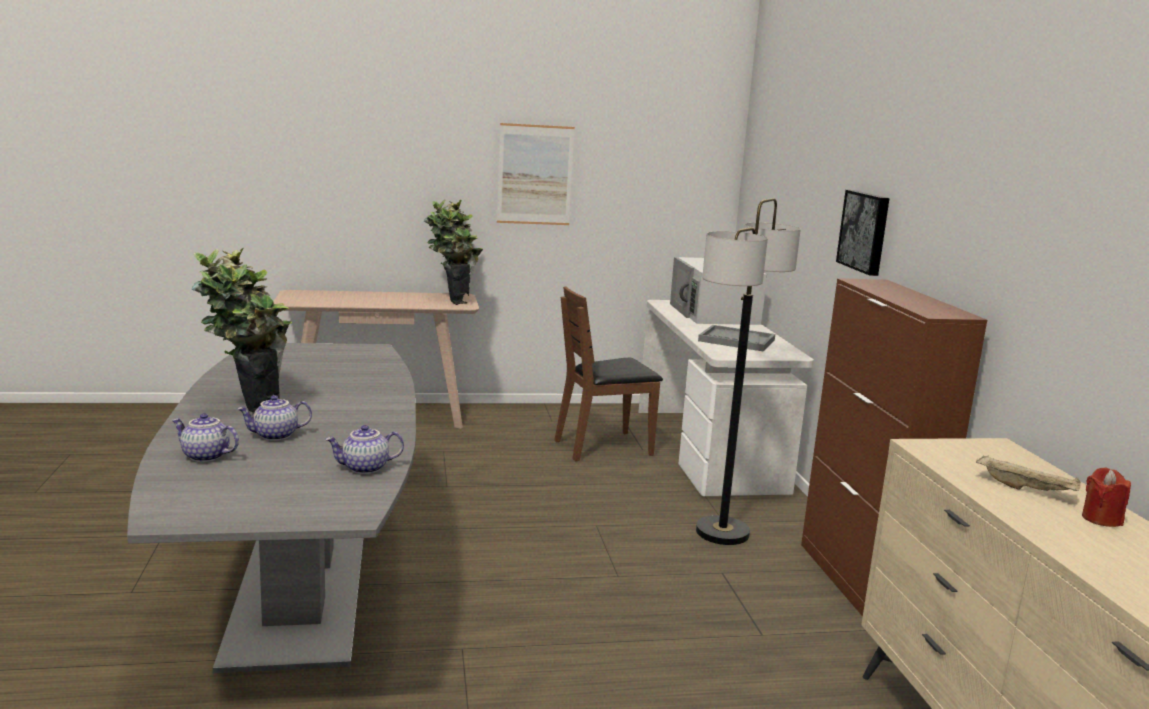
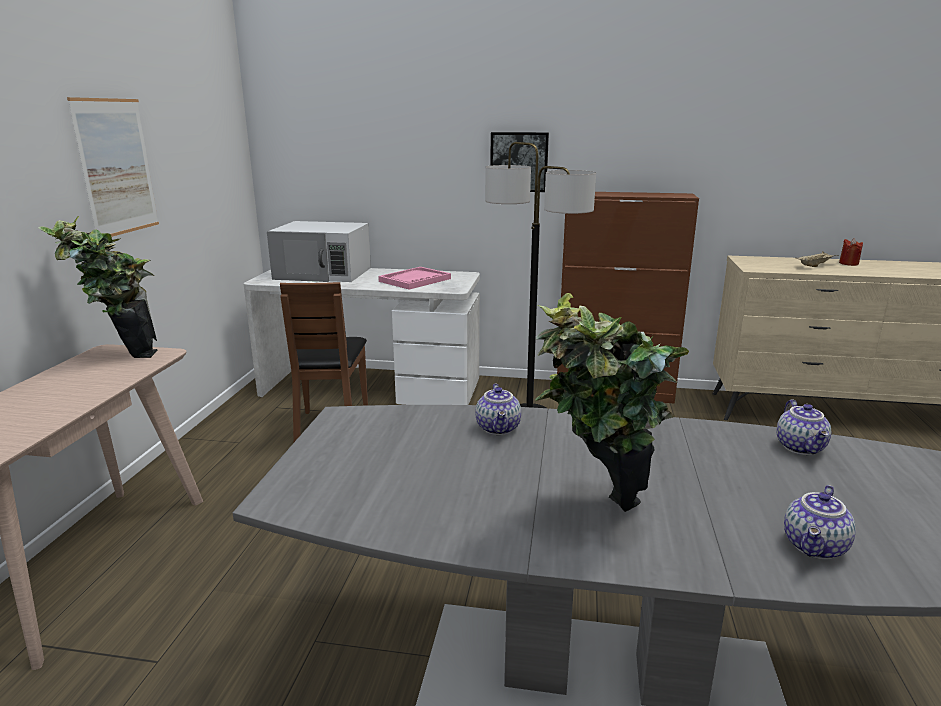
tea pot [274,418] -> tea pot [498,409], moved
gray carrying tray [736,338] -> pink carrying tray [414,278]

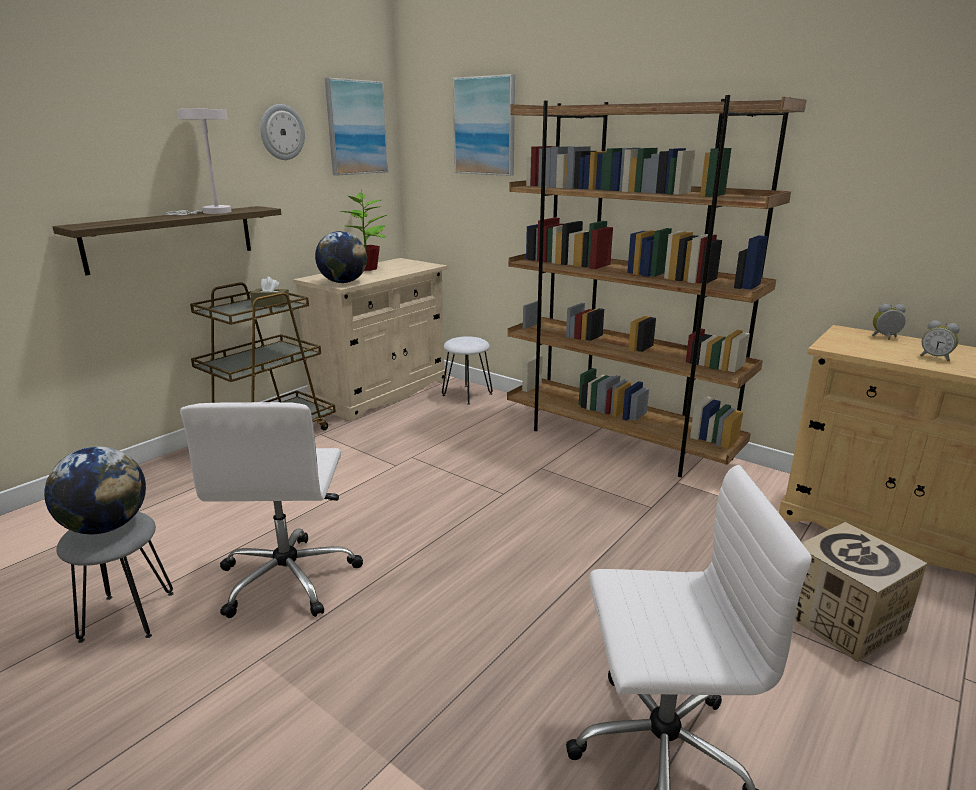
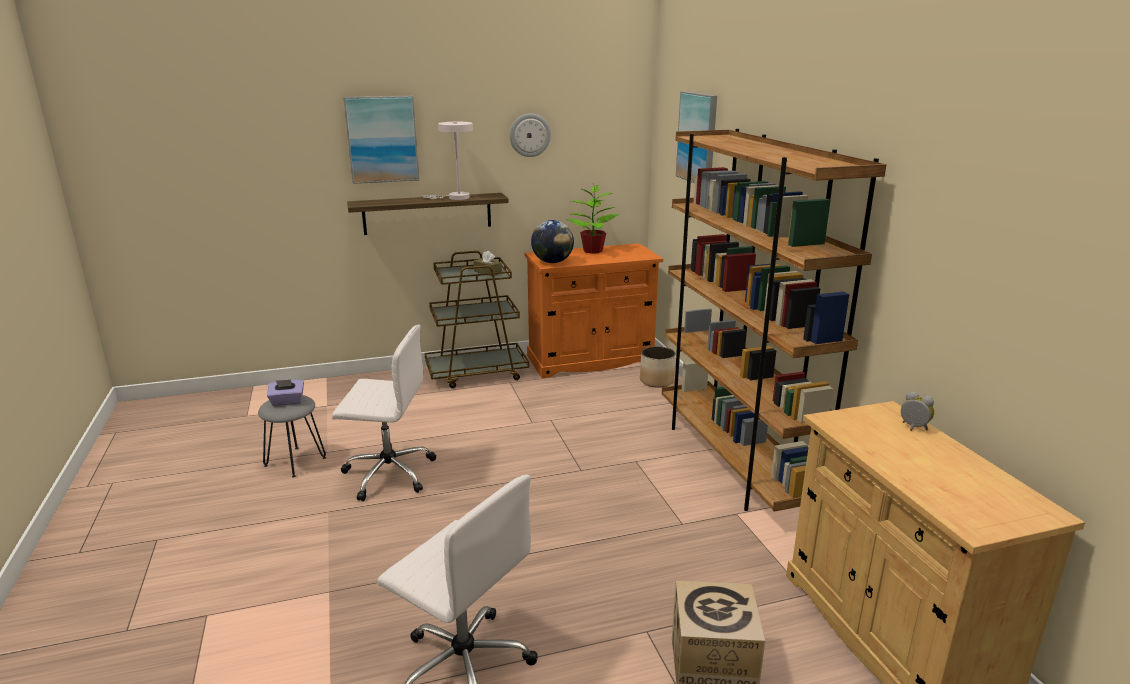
globe [95,490] -> purple-coloured box of tissues [285,392]
white-coloured desk chair [271,510] -> white-coloured desk chair [384,413], 120 degrees counterclockwise
sand-coloured cupboard [370,339] -> orangey cupboard [594,310]
wall picture [356,127] -> wall picture [381,140], moved
white-coloured sitting stool [467,370] -> planter [658,367]
table clock [940,340] -> none

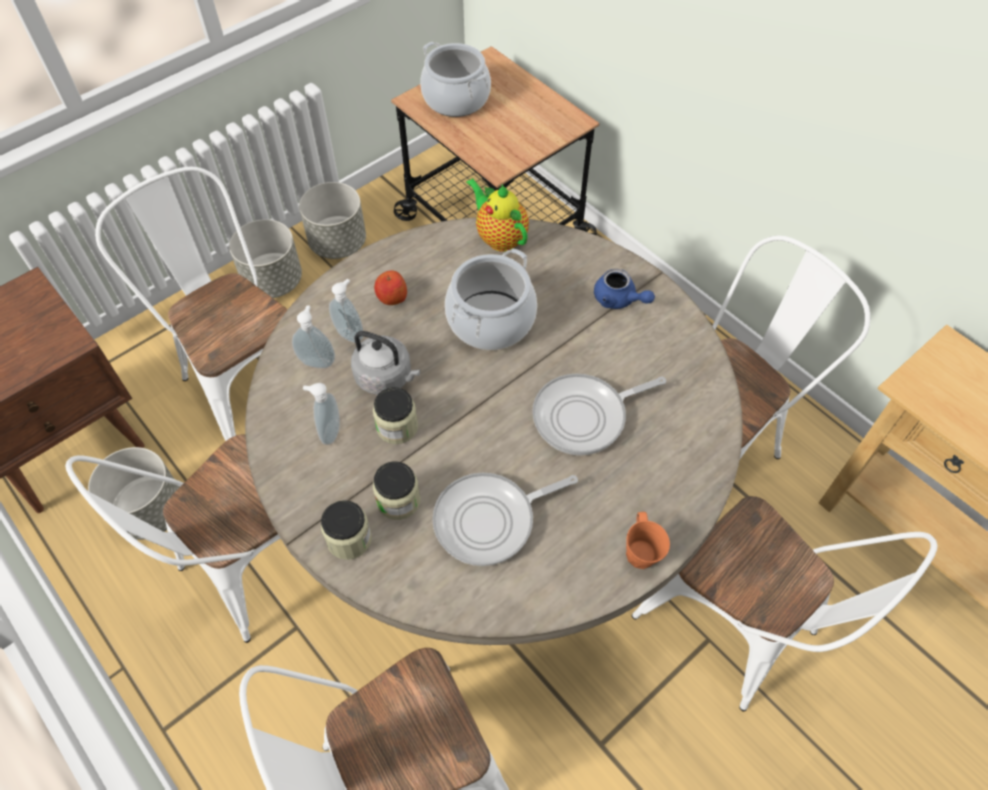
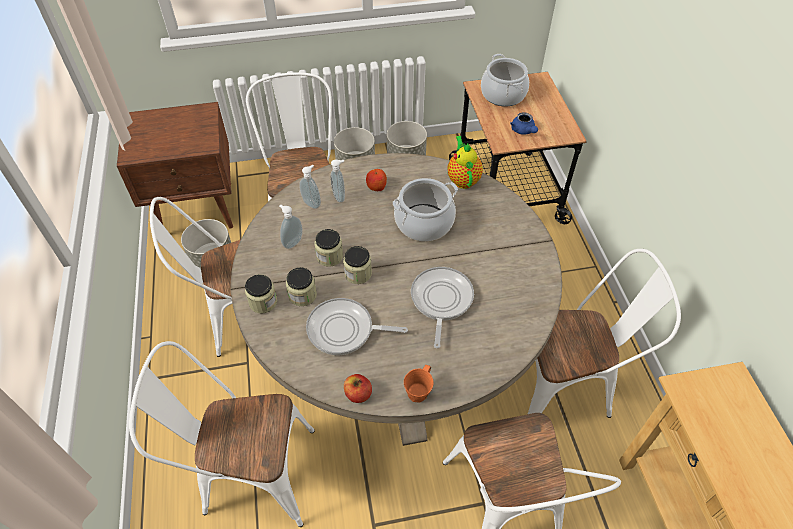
gray kettle [385,363] -> none
pan [599,414] -> pan [442,307], 90 degrees clockwise
bluish tea pot [624,288] -> bluish tea pot [524,123], moved
none -> storage jar [357,265]
none -> apple fruit [358,388]

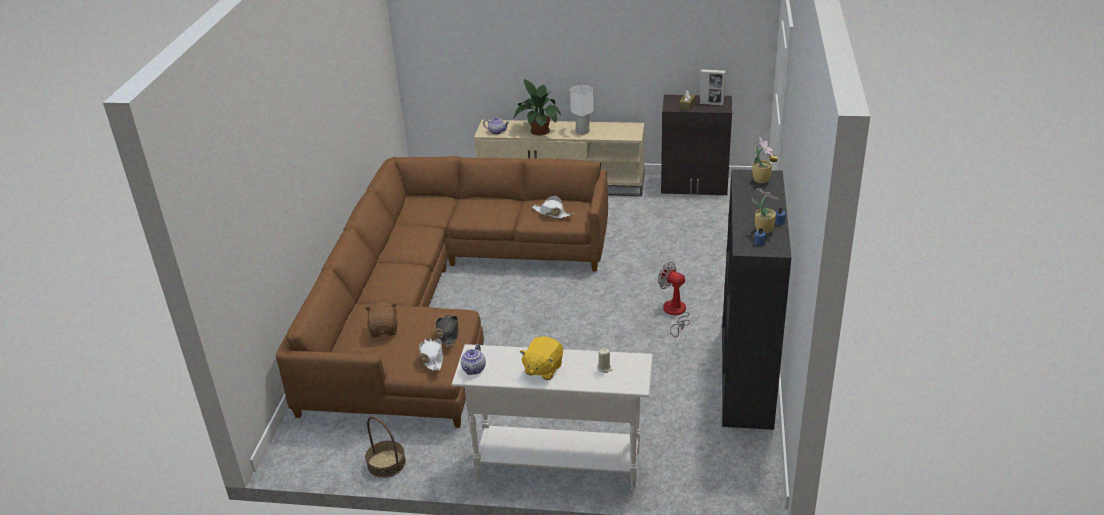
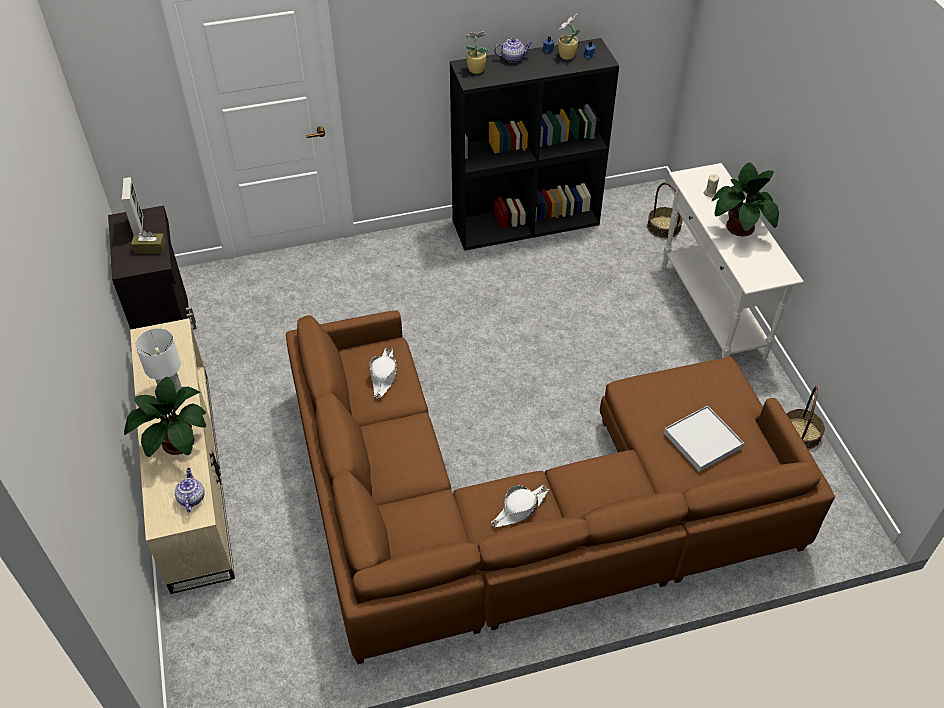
brown plush toy [381,320] -> white-coloured carrying tray [704,438]
white-coloured clothing hat [431,354] -> white-coloured clothing hat [520,506], moved
blackish clothing hat [447,331] -> none
tea pot [473,359] -> tea pot [513,50], moved
yellow-coloured plush toy [541,358] -> houseplant [745,199]
cooling fan [674,300] -> none
none -> basket [665,210]

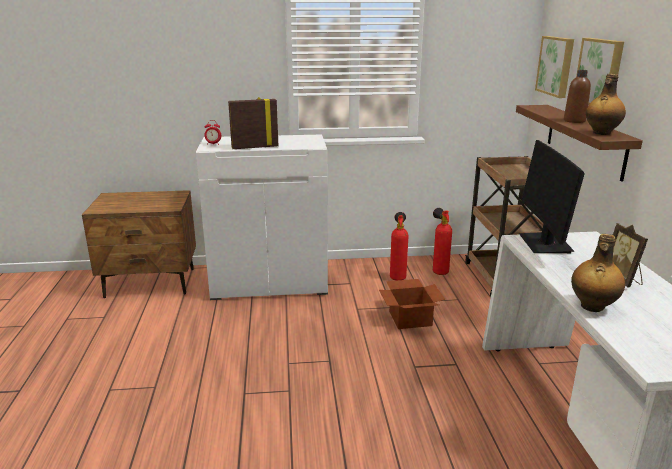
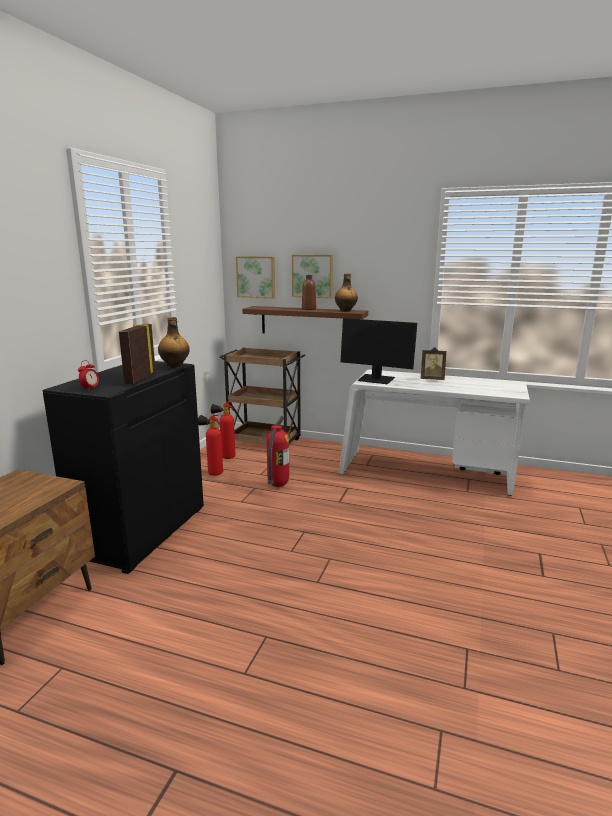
white-coloured cupboard [262,217] -> blackish cupboard [123,467]
packing box [412,304] -> fire extinguisher [277,451]
beverage bottle [598,273] -> beverage bottle [174,342], moved

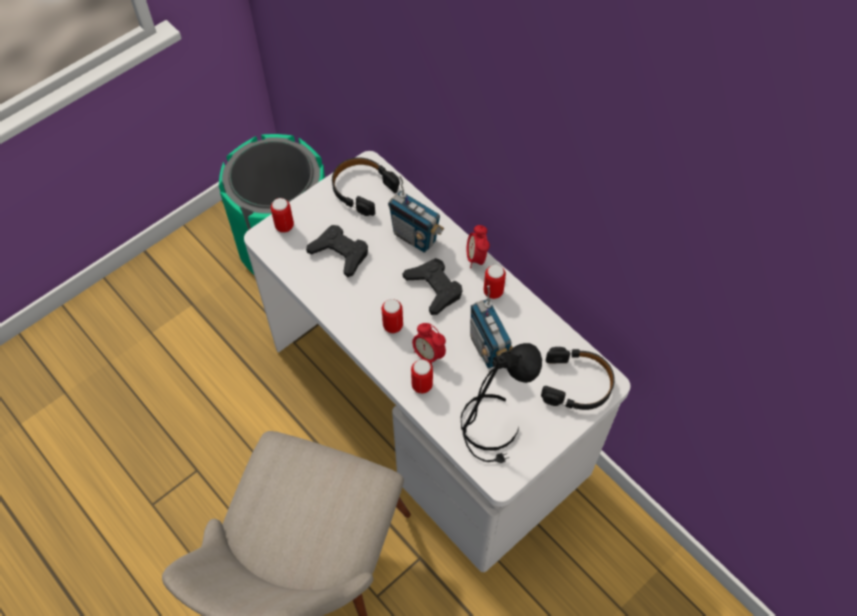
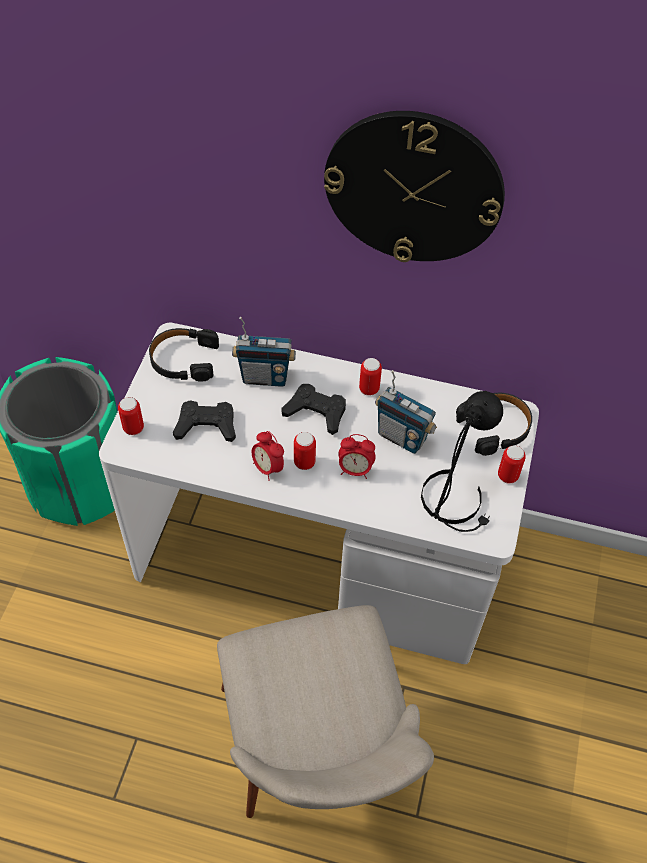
metal can [422,376] -> metal can [512,464], moved
table clock [478,246] -> table clock [268,456], moved
none -> hanging clock [414,186]

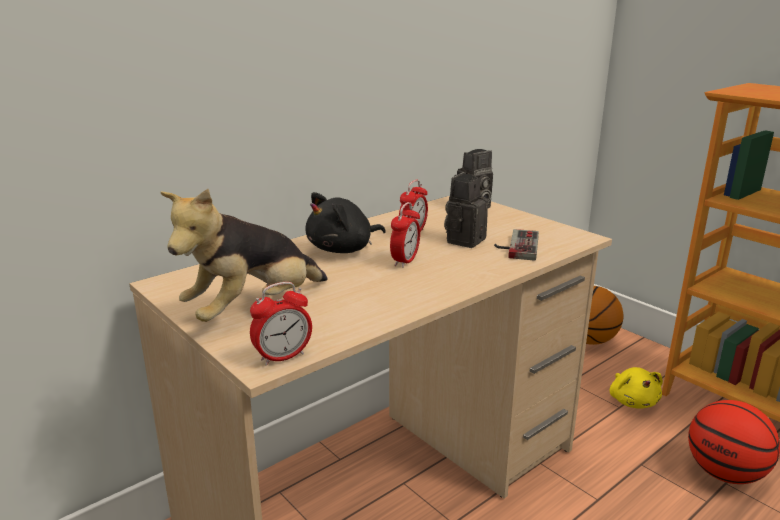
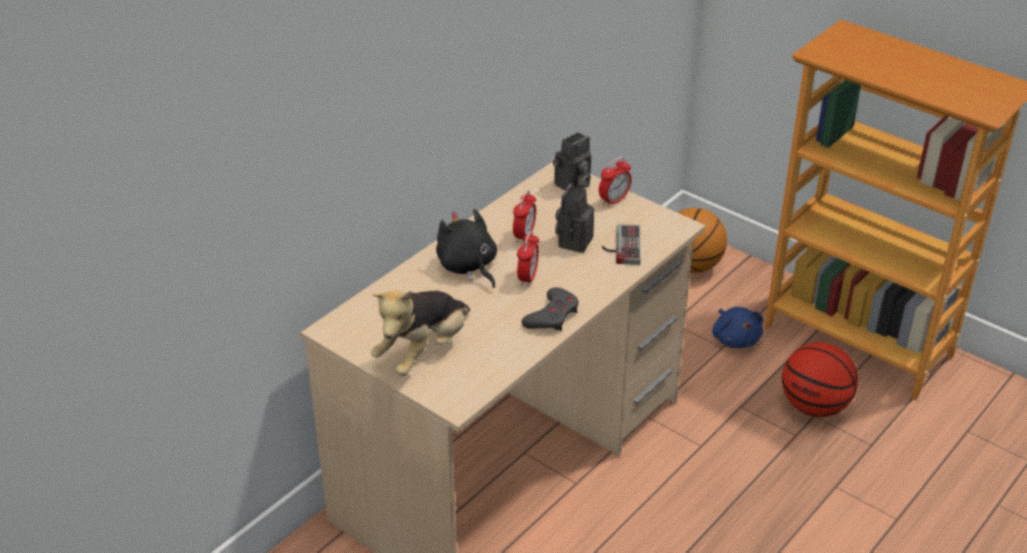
table clock [281,324] -> table clock [615,182], moved
blackish plush toy [345,222] -> blackish plush toy [466,248], 105 degrees clockwise
yellow-coloured plush toy [636,388] -> bluish plush toy [737,327]
none -> gray gamepad [550,309]

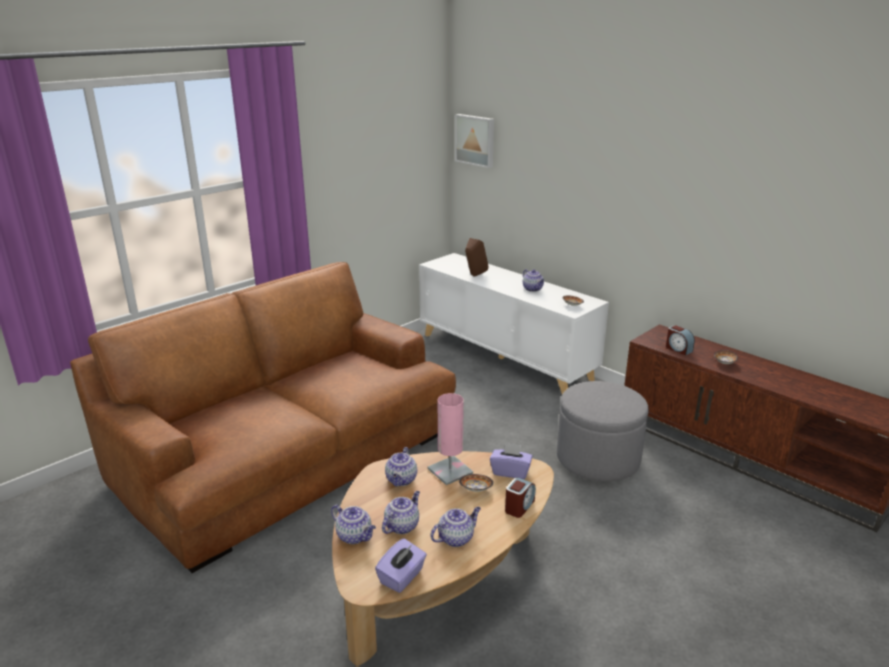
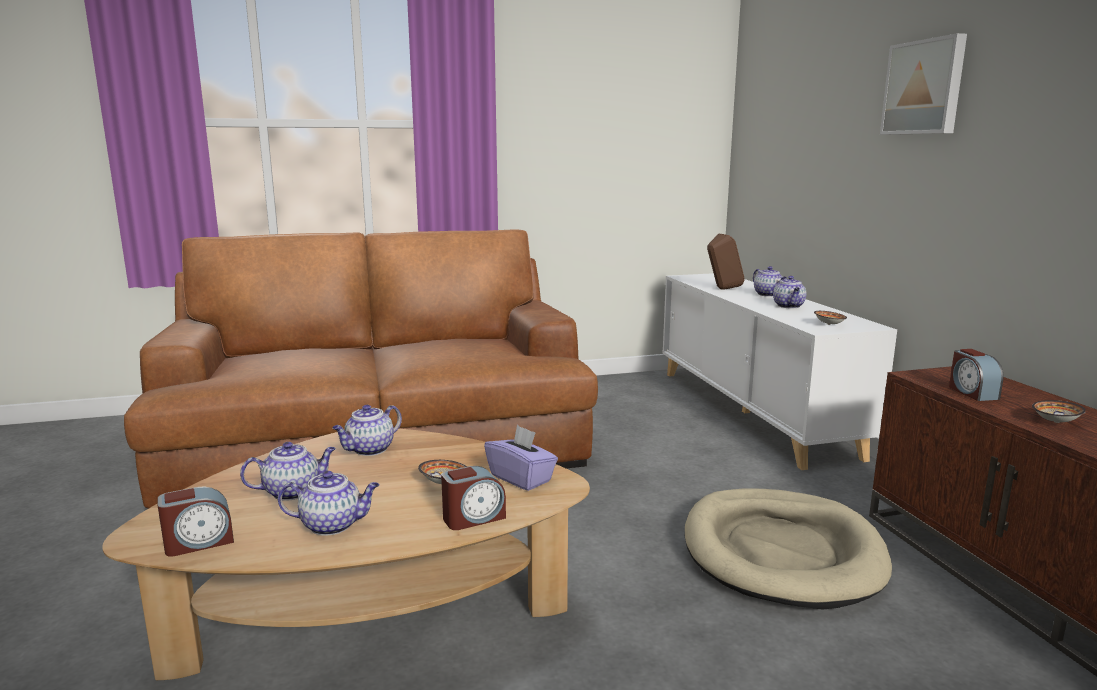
tea pot [353,524] -> tea pot [770,281], moved
purple-coloured box of tissues [401,565] -> table clock [195,521]
pink table lamp [450,439] -> none
wall picture [474,141] -> wall picture [923,84], moved
gray ottoman [603,431] -> sand-coloured dog bed [788,549]

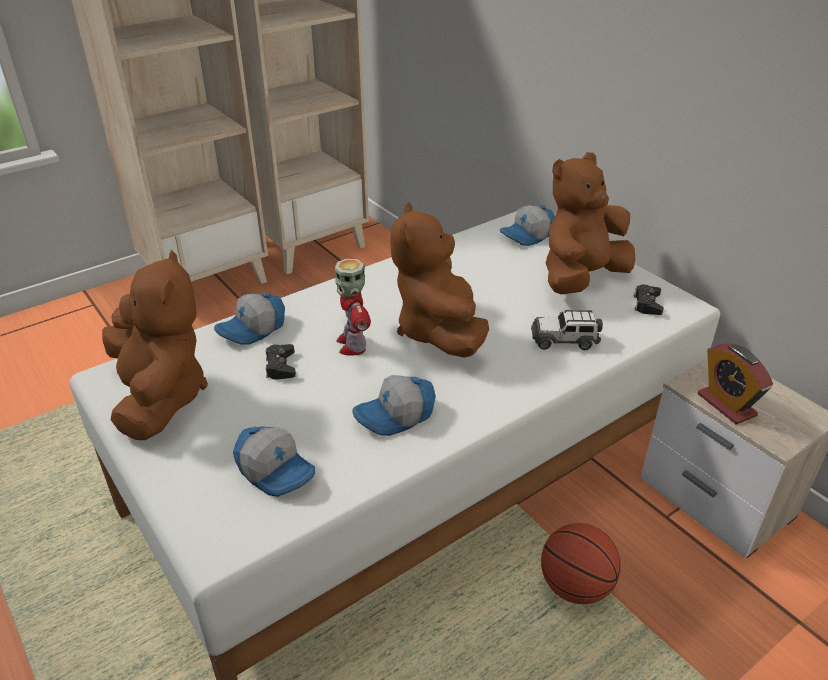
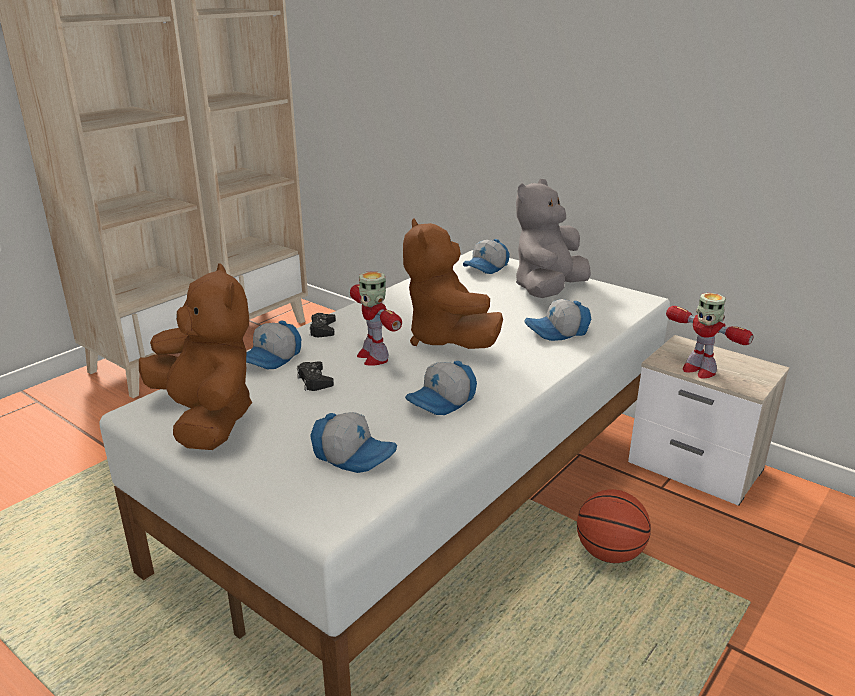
miniature car [567,330] -> peaked cap [557,320]
brown plush toy [590,223] -> gray plush toy [553,238]
blackish gamepad [649,299] -> blackish gamepad [323,325], moved
table clock [735,384] -> toy robot [709,335]

